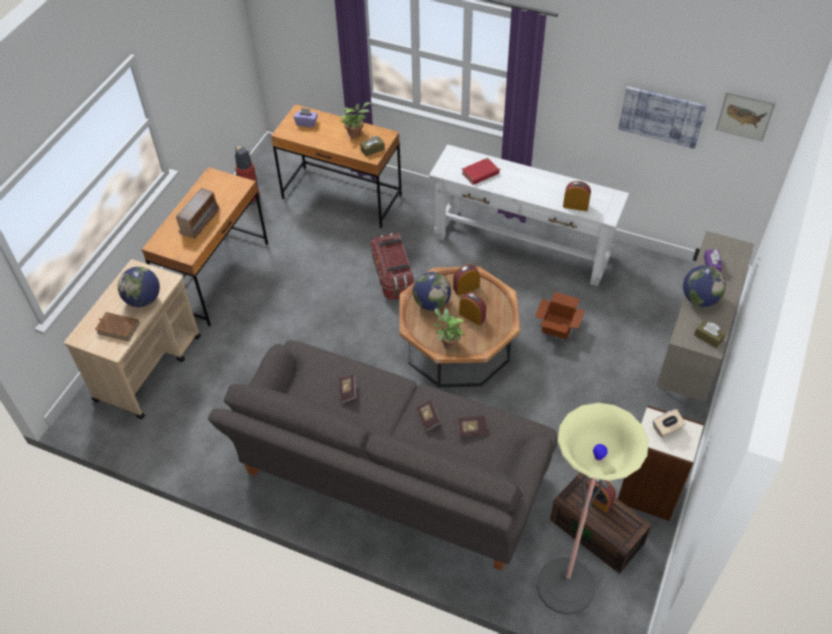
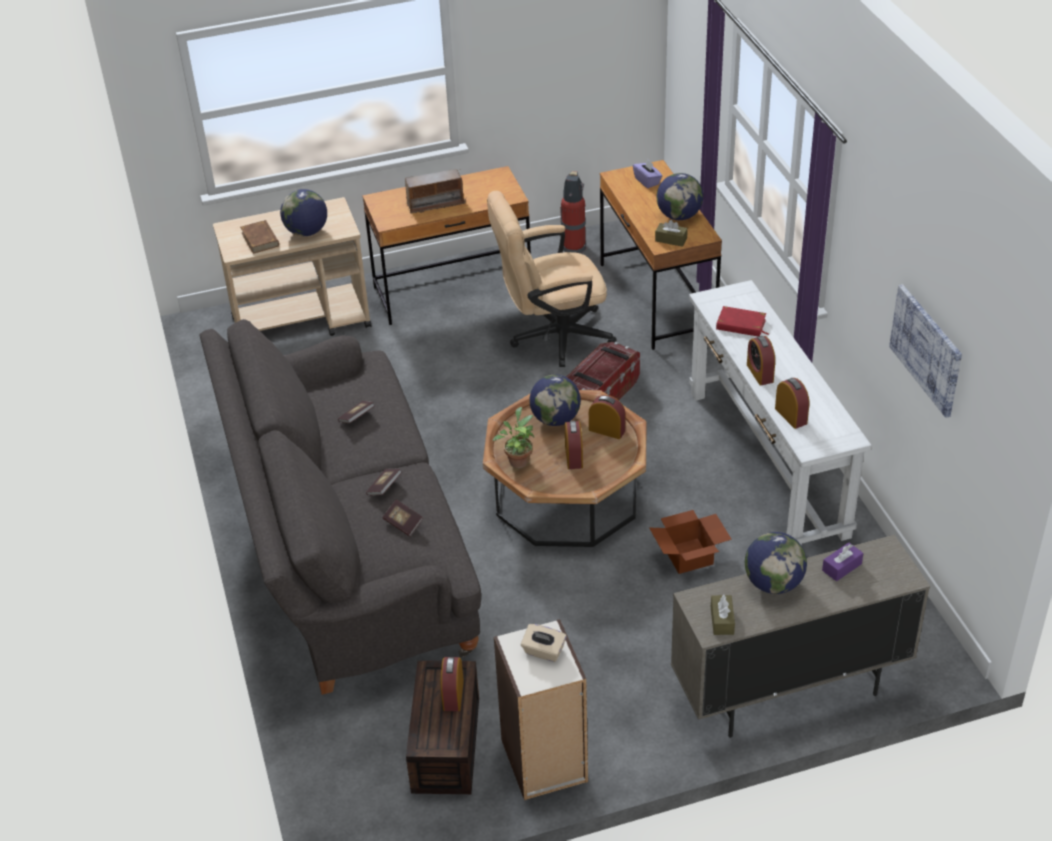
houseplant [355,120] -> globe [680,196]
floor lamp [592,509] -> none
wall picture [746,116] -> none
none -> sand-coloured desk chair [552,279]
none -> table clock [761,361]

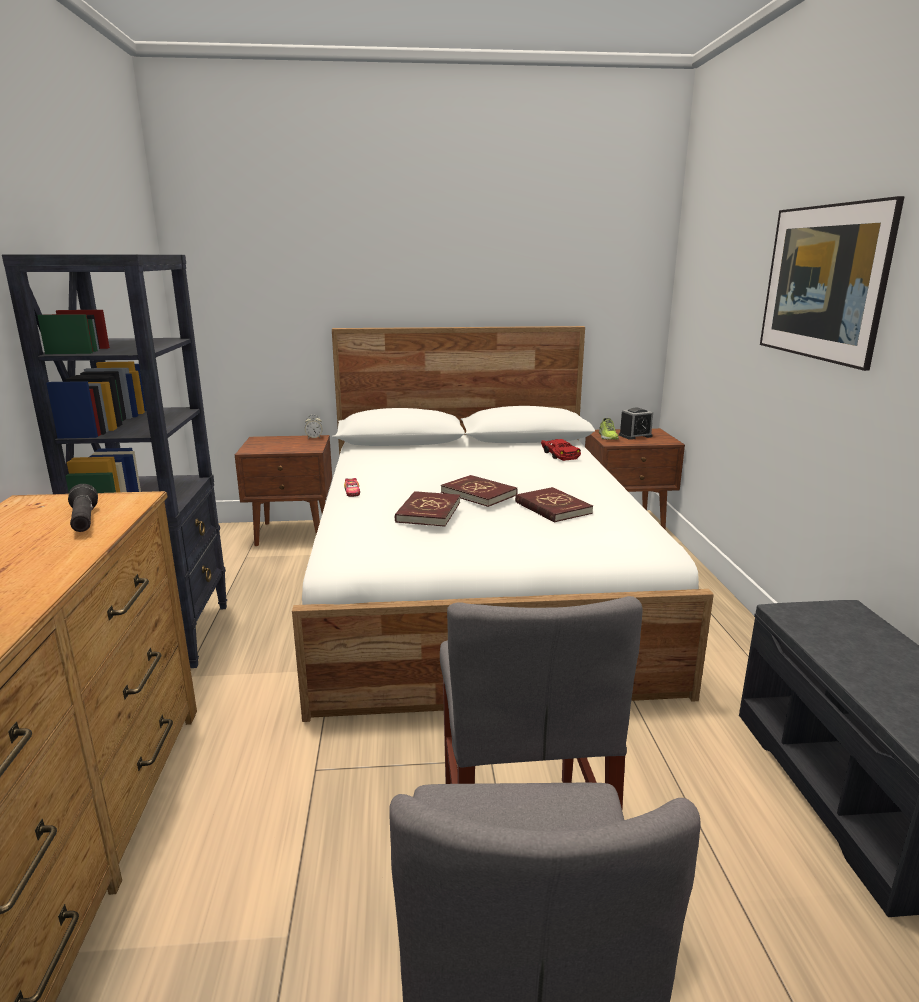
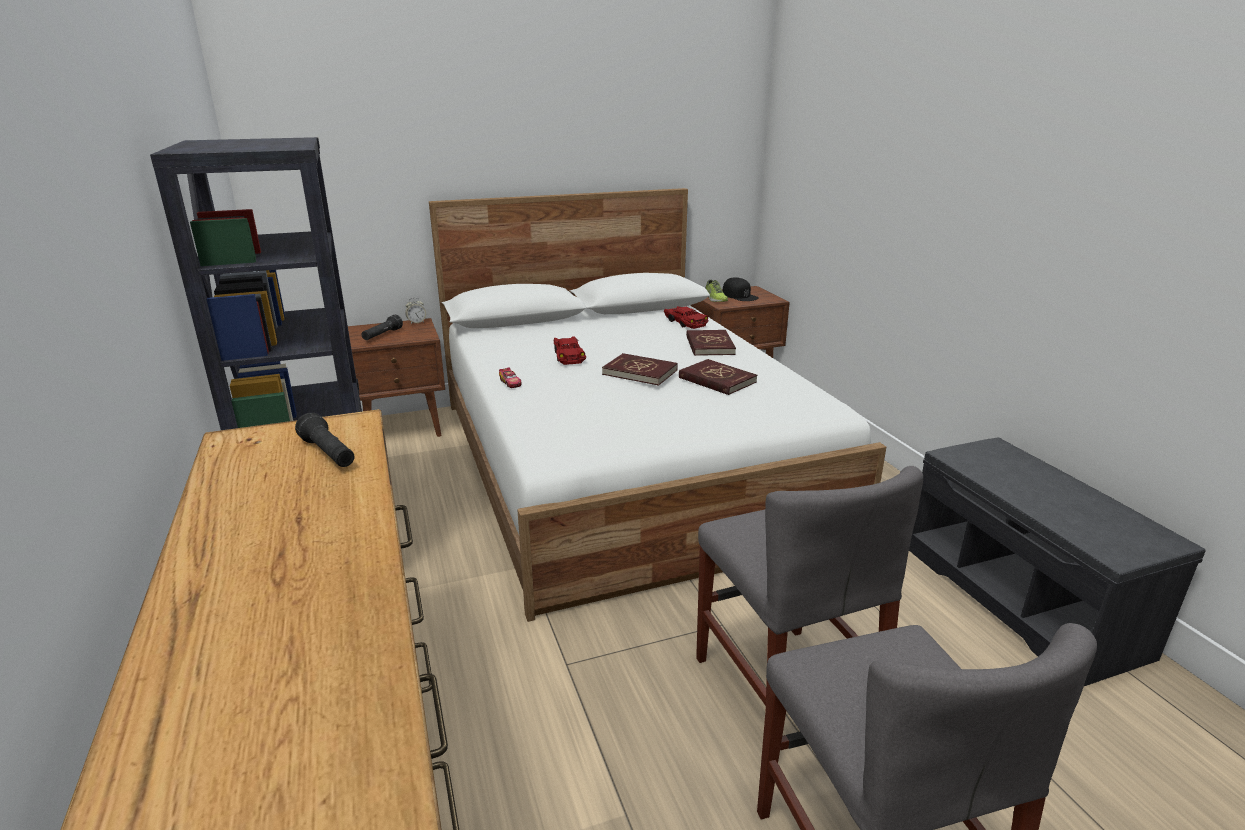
red book [427,509] -> red book [711,343], moved
table clock [636,424] -> blackish peaked cap [740,289]
wall picture [832,283] -> none
none -> blackish hand torch [382,327]
none -> red miniature car [570,350]

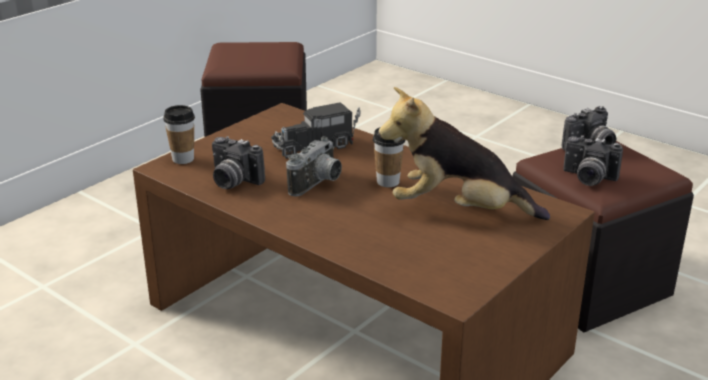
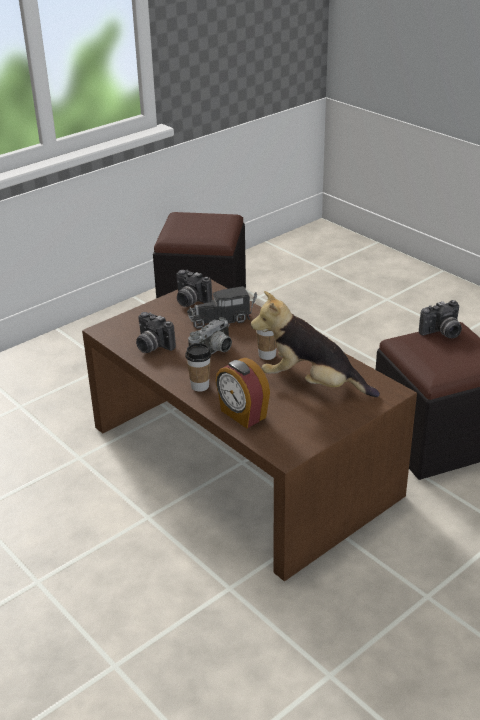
drinking cup [179,134] -> drinking cup [198,367], moved
photo camera [593,160] -> photo camera [194,288], moved
none -> table clock [243,393]

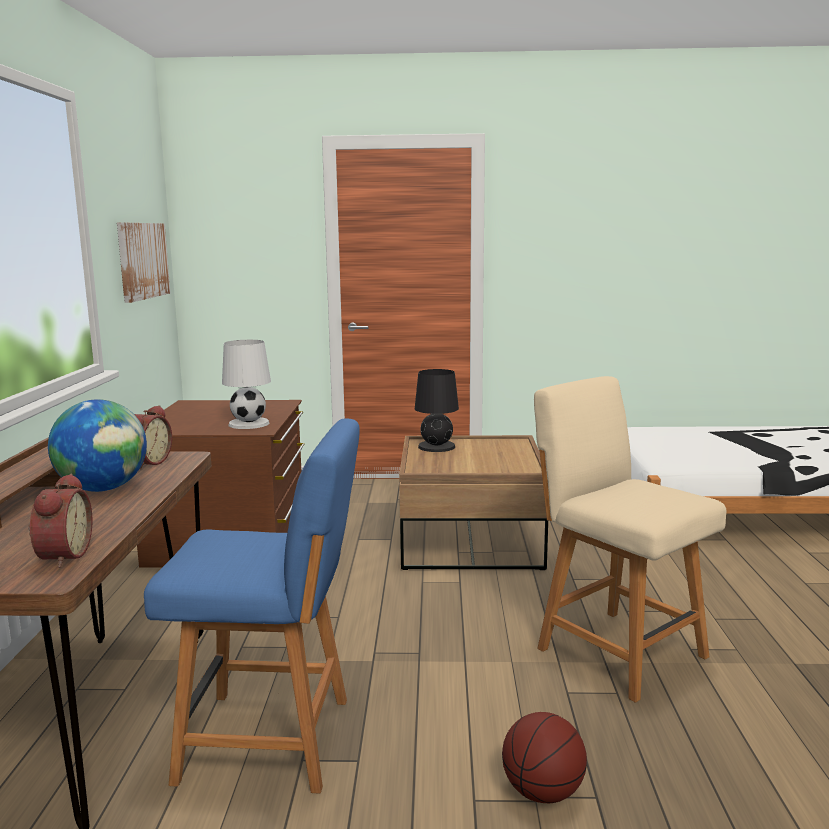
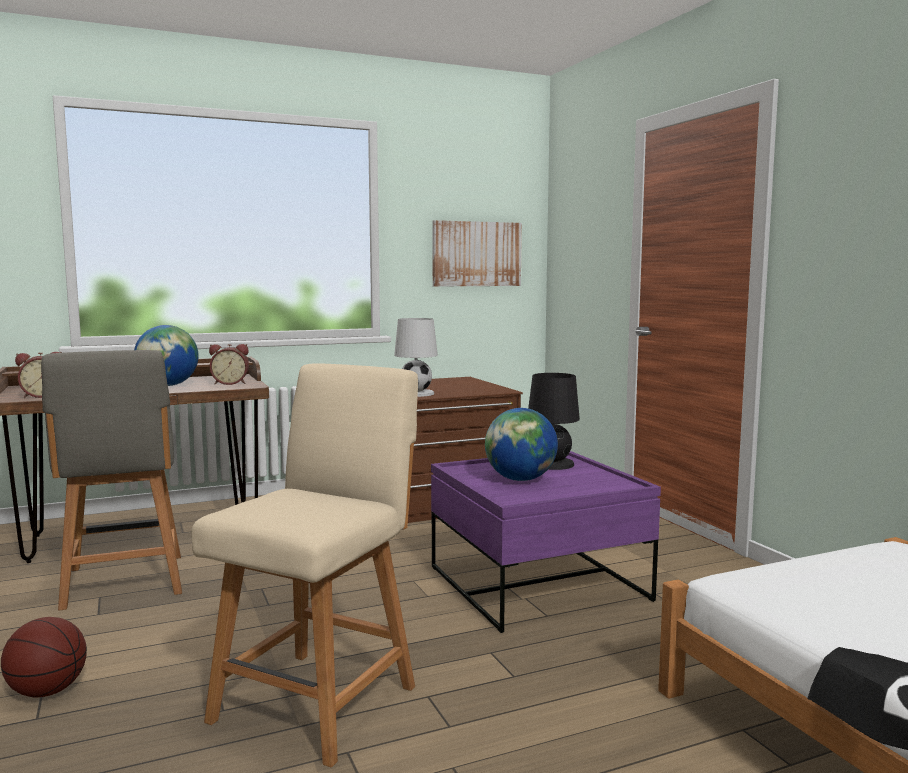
bluish plain chair [252,606] -> gray plain chair [111,480]
brown coffee table [473,502] -> purple-coloured coffee table [546,542]
none -> globe [521,444]

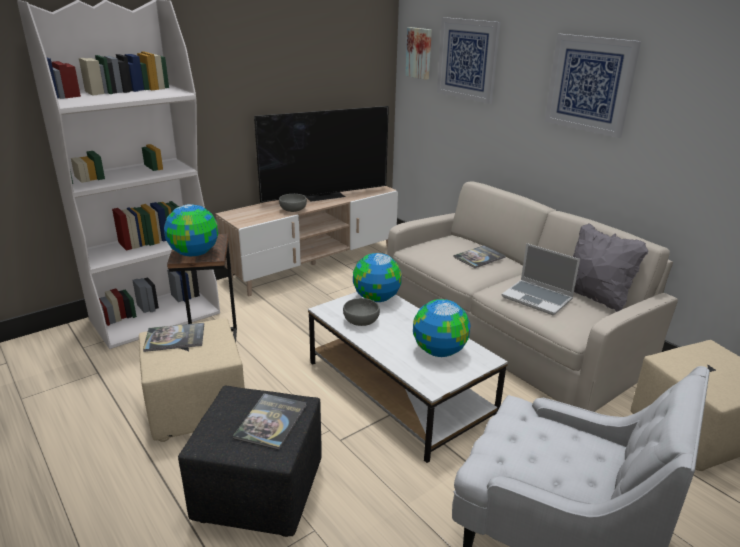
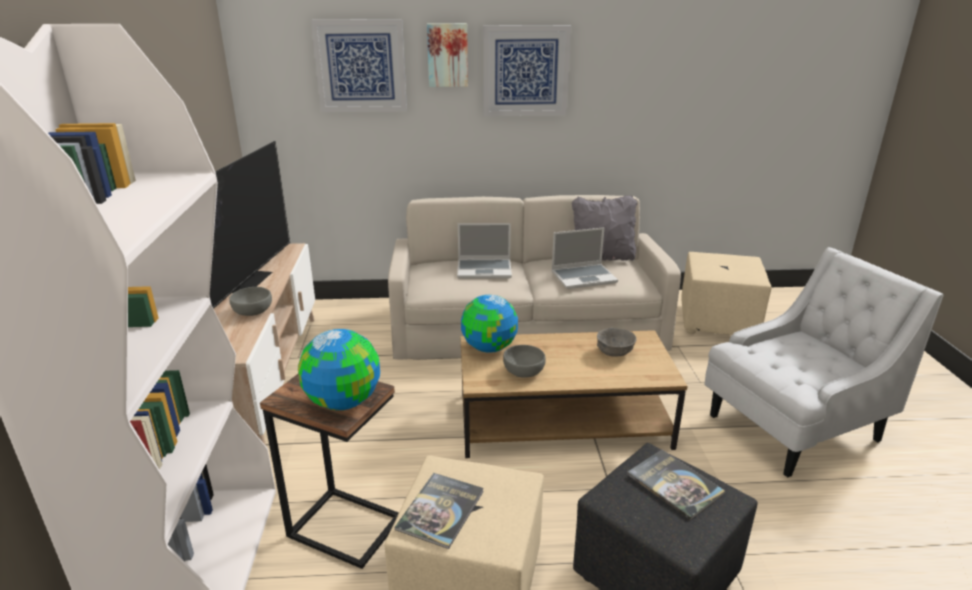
white-coloured coffee table [408,377] -> brown coffee table [574,394]
wall picture [418,53] -> wall picture [447,55], moved
globe [442,328] -> gray serving bowl [616,342]
book [479,256] -> laptop [484,251]

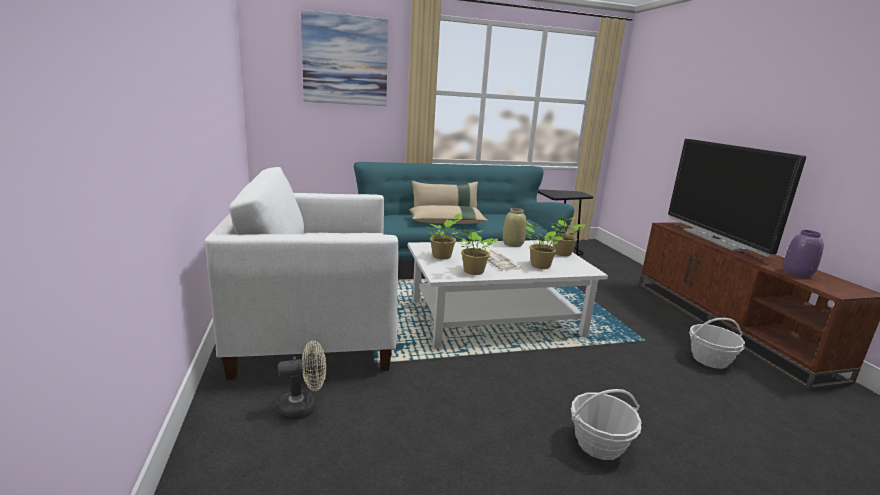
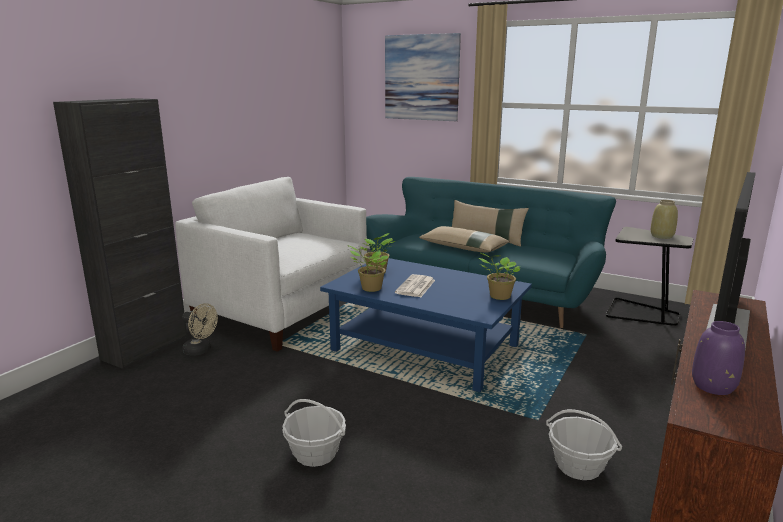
white-coloured coffee table [508,294] -> bluish coffee table [426,325]
sand-coloured flower vase [514,227] -> sand-coloured flower vase [664,219], moved
houseplant [543,244] -> none
none -> blackish cupboard [120,233]

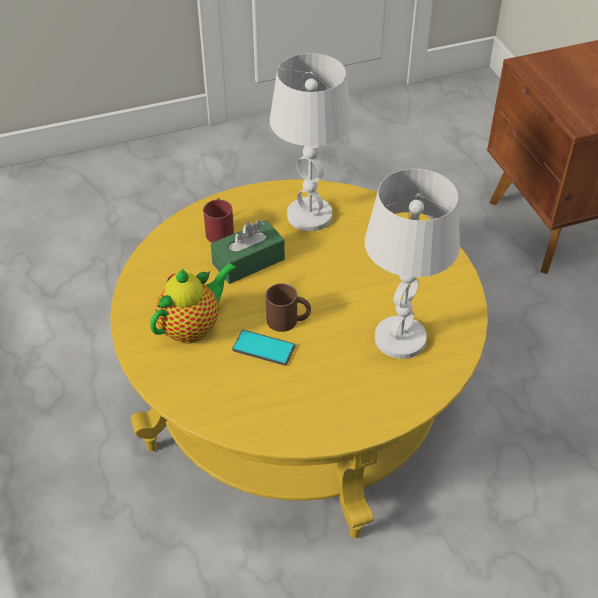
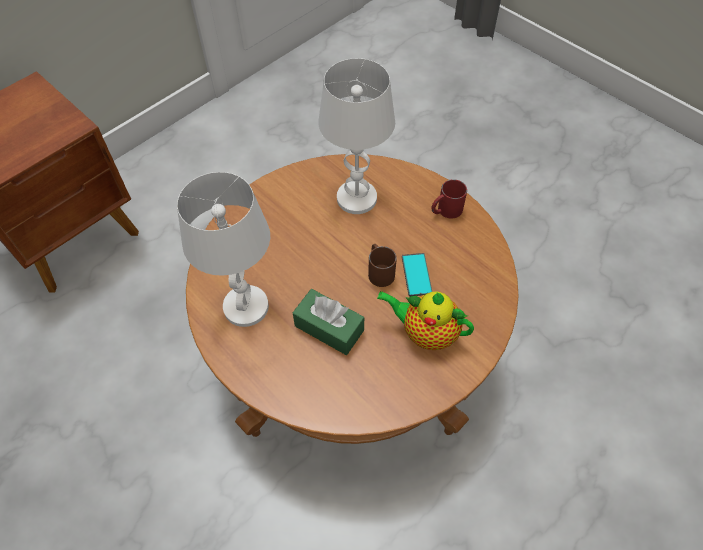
yellow-coloured coffee table [299,358] -> brown coffee table [352,299]
red tea mug [218,220] -> red tea mug [449,199], moved

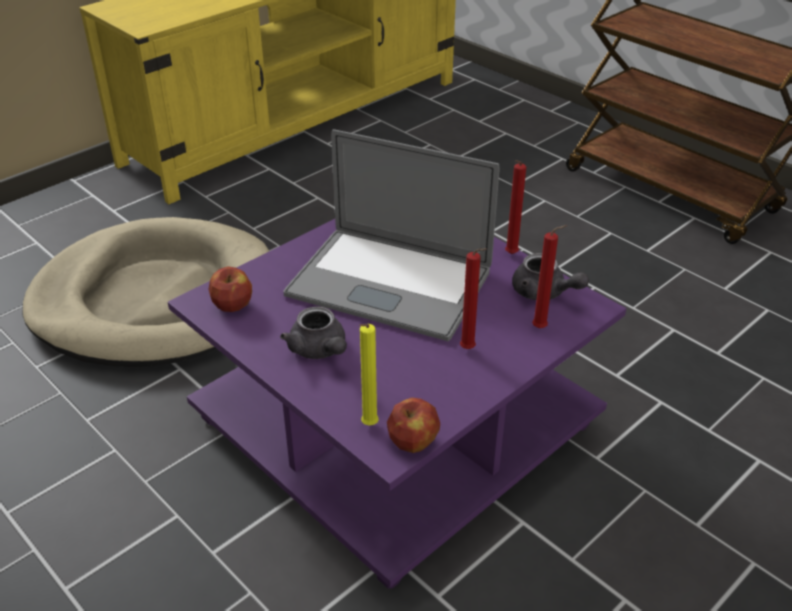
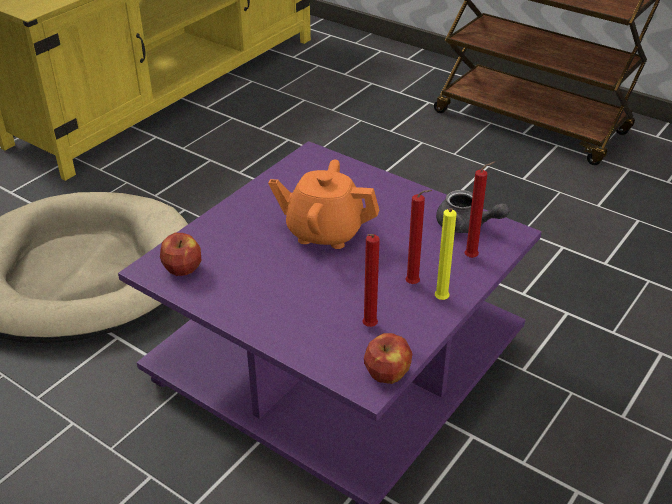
gray tea pot [313,332] -> none
laptop [391,235] -> orangey tea pot [324,204]
yellow-coloured wax light [369,375] -> yellow-coloured wax light [446,254], moved
red wax light [515,207] -> red wax light [371,280], moved

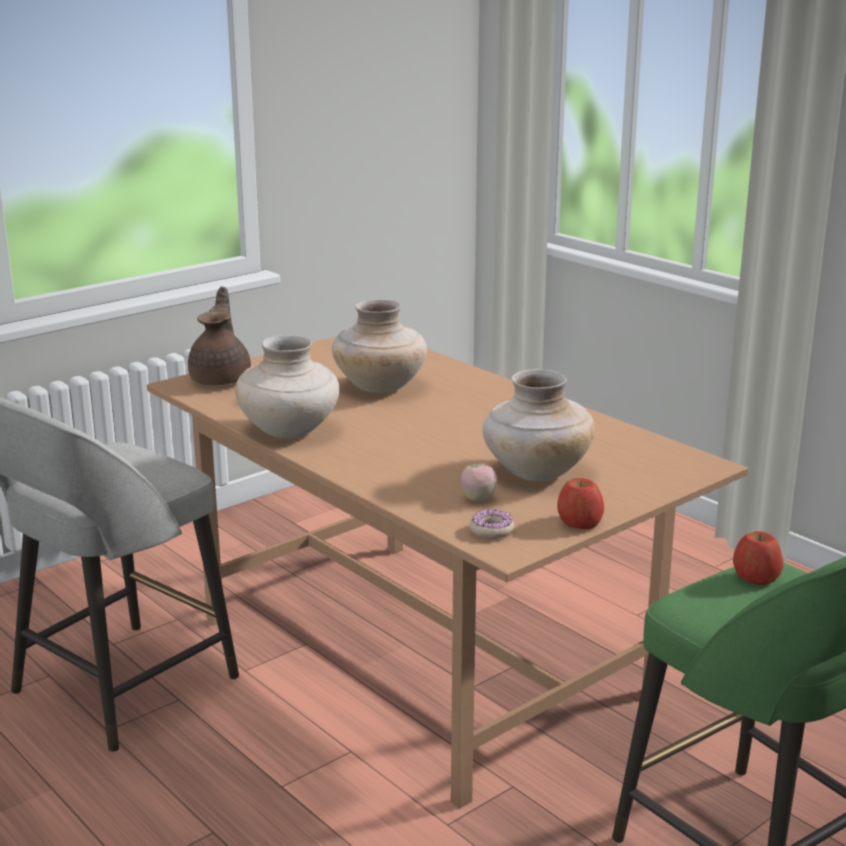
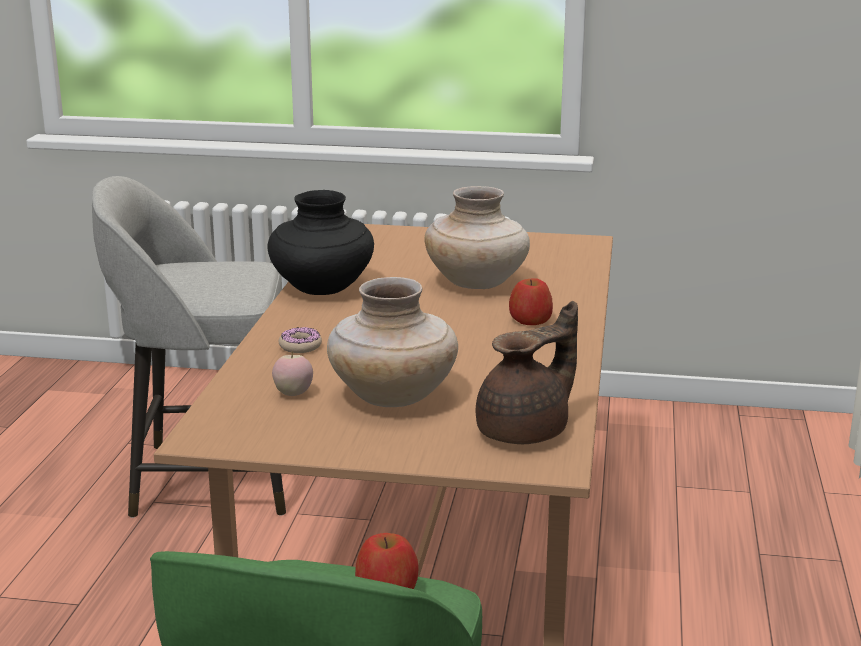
brown tea pot [219,336] -> brown tea pot [526,372], moved
sand-coloured flower vase [287,387] -> blackish flower vase [320,242]
donut [491,524] -> donut [300,340], moved
apple fruit [580,503] -> apple fruit [531,301], moved

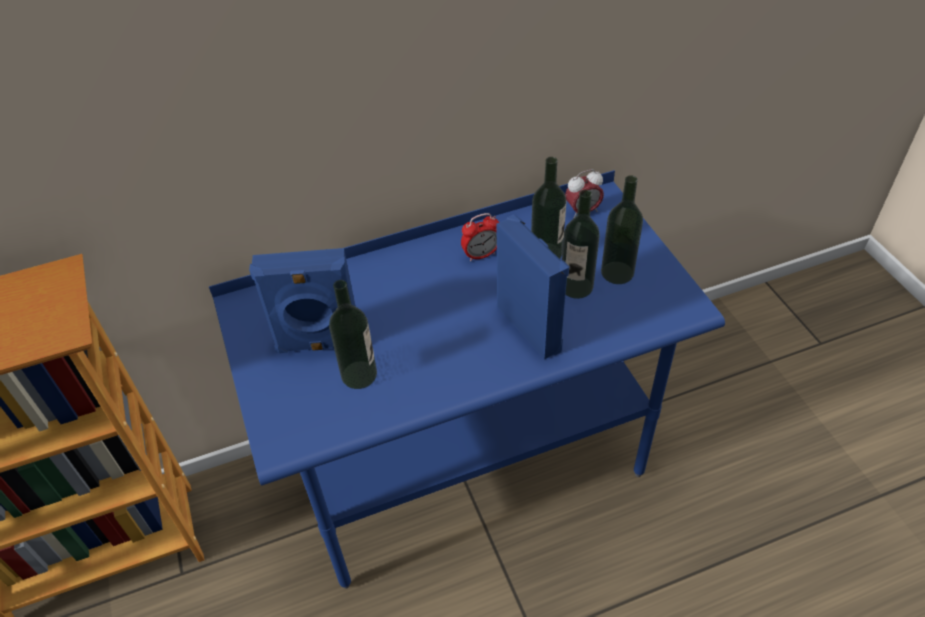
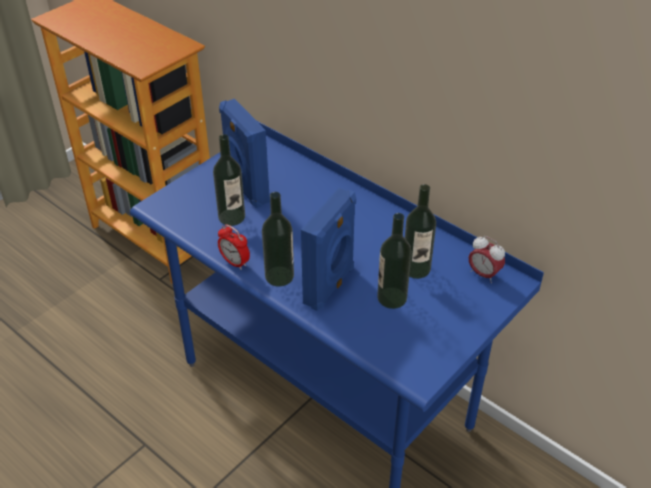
table clock [480,237] -> table clock [234,247], moved
beverage bottle [622,229] -> beverage bottle [278,239], moved

